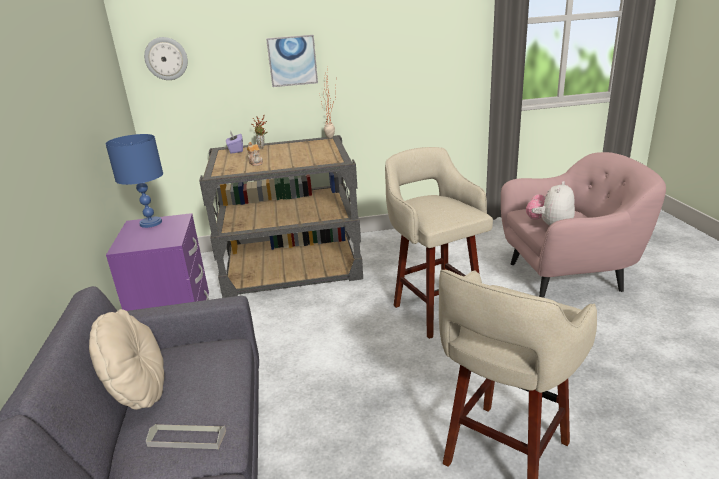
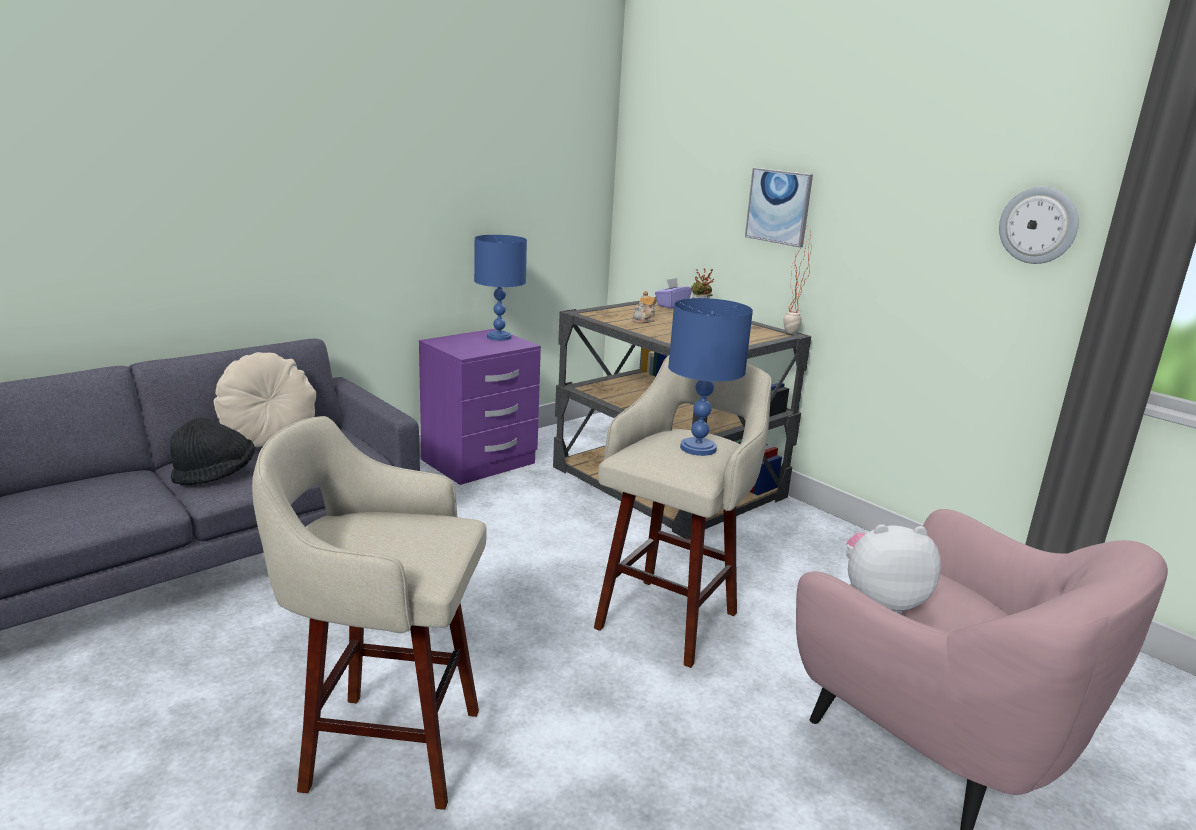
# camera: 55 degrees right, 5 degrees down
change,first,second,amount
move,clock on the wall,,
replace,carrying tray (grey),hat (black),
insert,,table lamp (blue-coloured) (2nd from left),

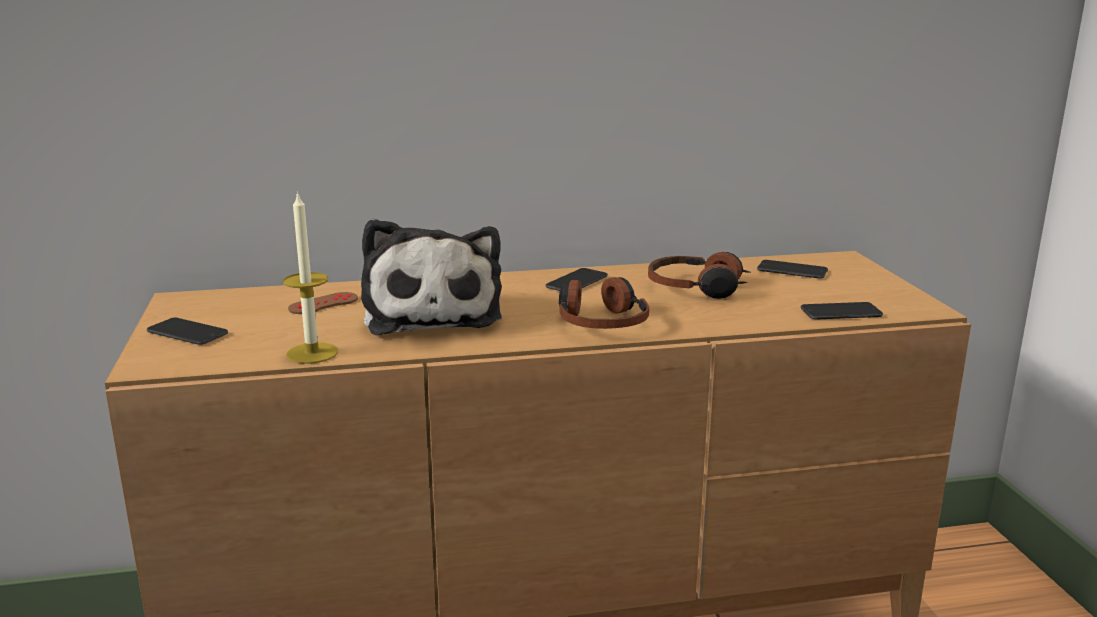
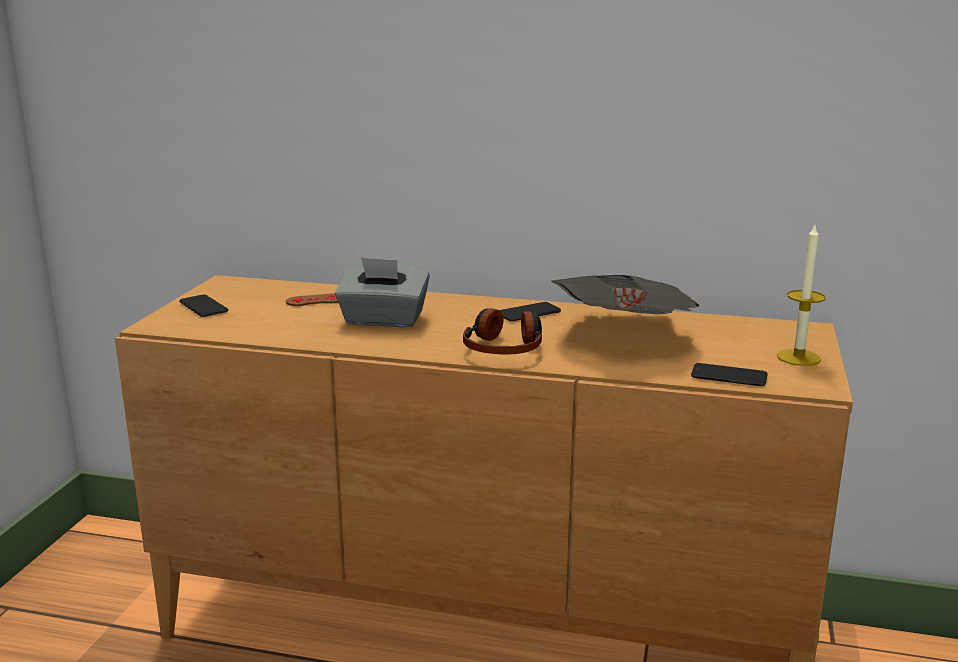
# camera: 25 degrees right, 0 degrees up
change,first,second,amount
move,wax light,,
replace,plush toy,tissue box (grey),
replace,pair of headphones (2nd from left),printed paper,
delete,phone (3rd from left),,

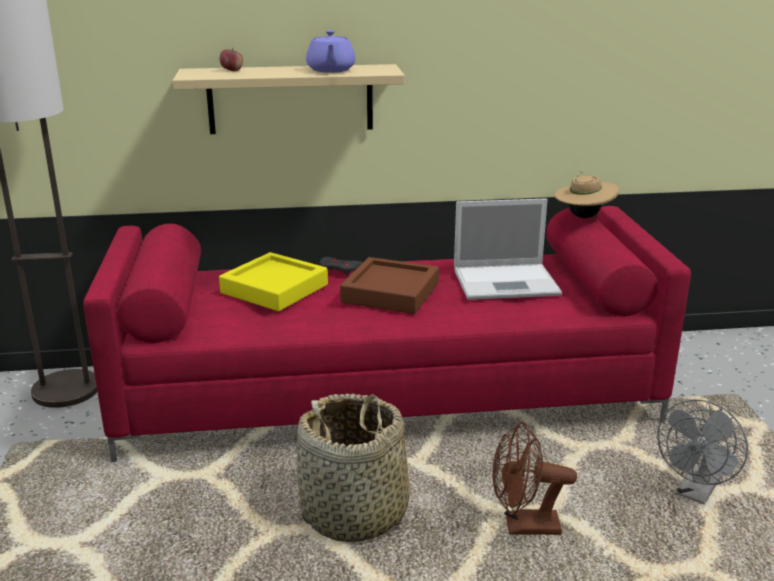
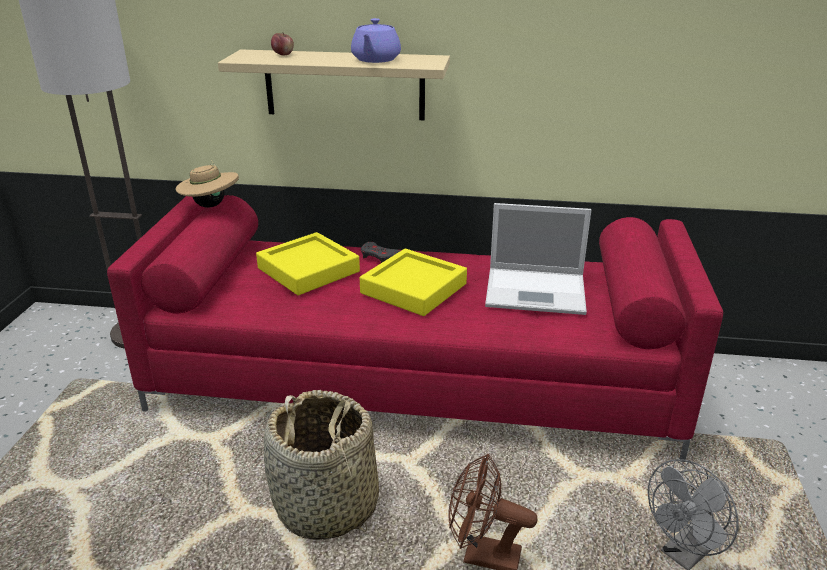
# camera: 15 degrees right, 5 degrees up
change,first,second,amount
move,hat (sand-coloured),,
recolor,carrying tray (brownish),carrying tray (yellow) (2nd from left),

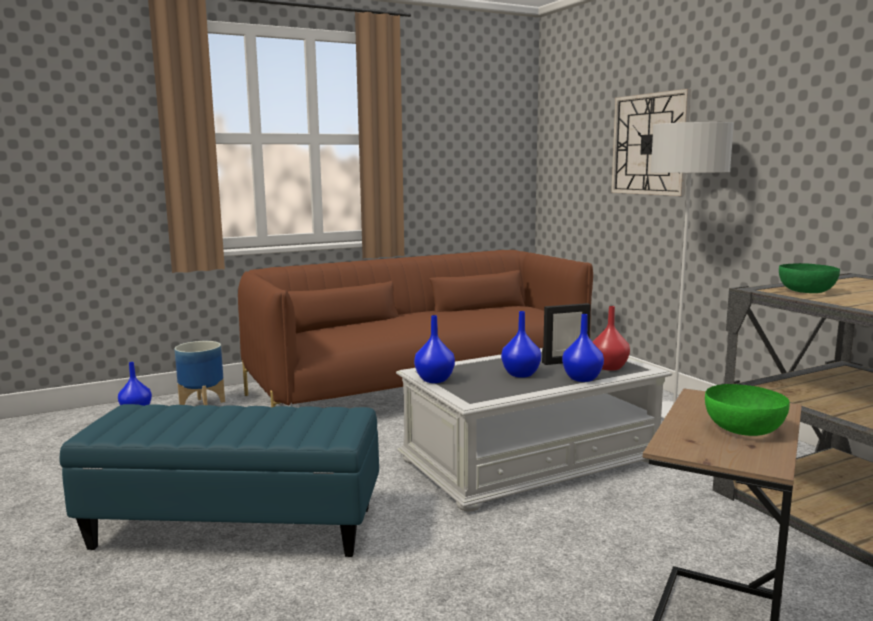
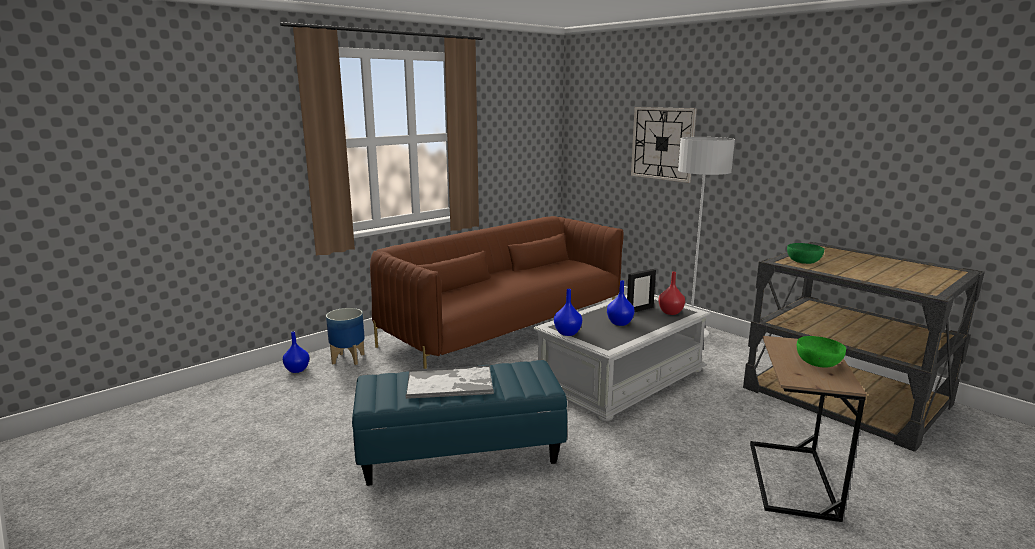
# camera: 15 degrees left, 5 degrees up
change,first,second,amount
delete,vase (blue-coloured) (4th from left),,
insert,,carrying tray,

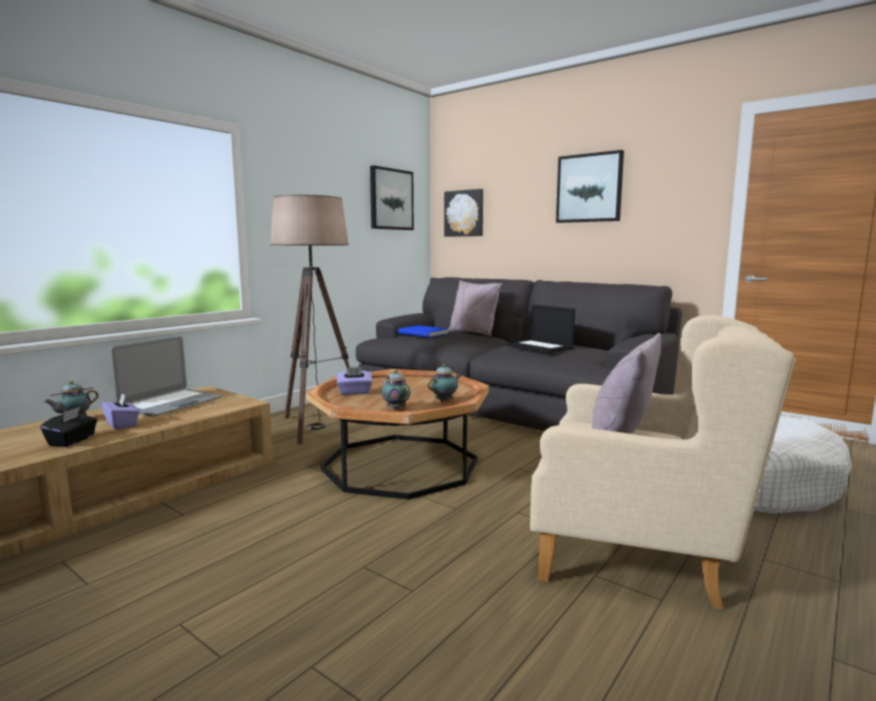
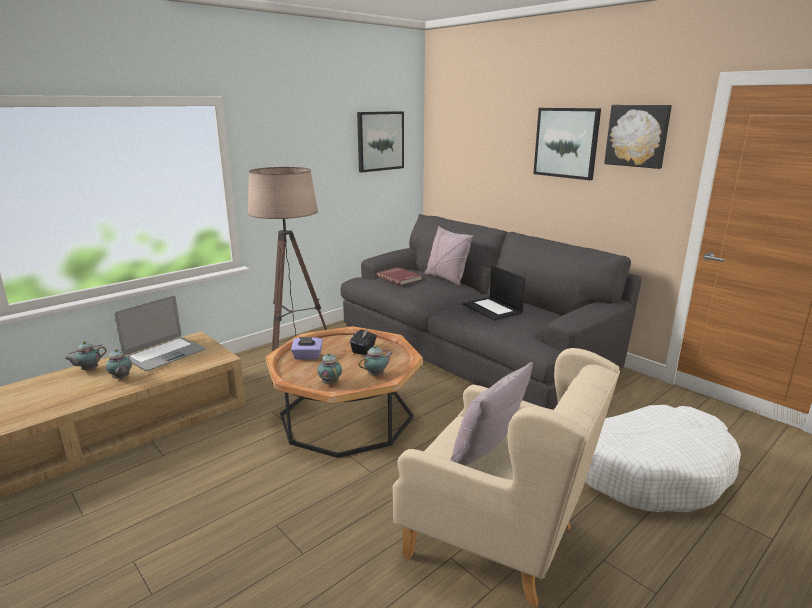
# camera: 10 degrees right, 10 degrees up
change,first,second,amount
move,picture (2nd from left in the first image),picture (3rd from left),
recolor,bound book (blue-coloured),bound book (red-coloured),
replace,tissue box (purplish) (1st from left),teapot (2nd from left),
move,tissue box (black),,

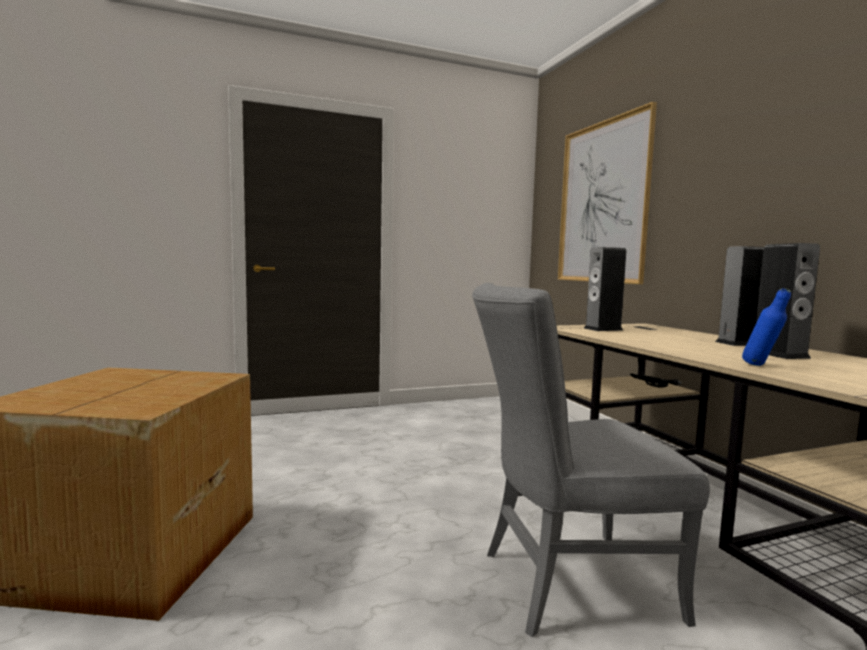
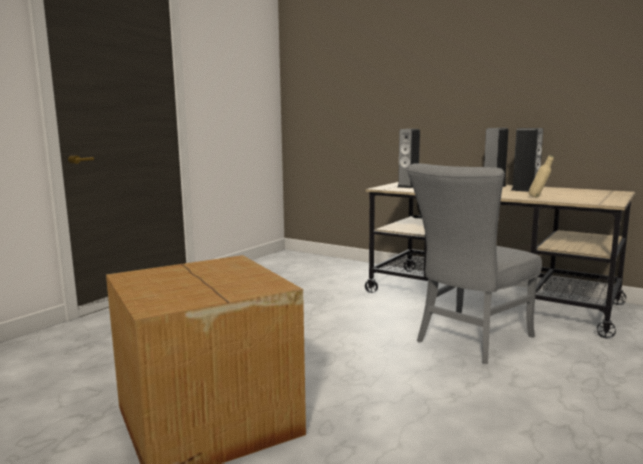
# camera: 35 degrees left, 5 degrees up
change,first,second,amount
delete,picture,,
recolor,drink bottle (blue-coloured),drink bottle (sand-coloured),

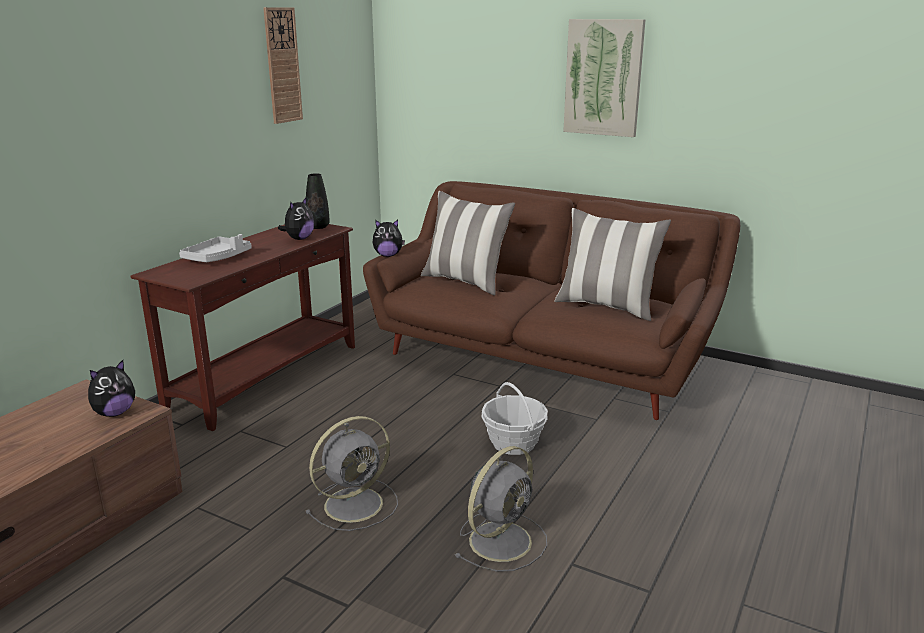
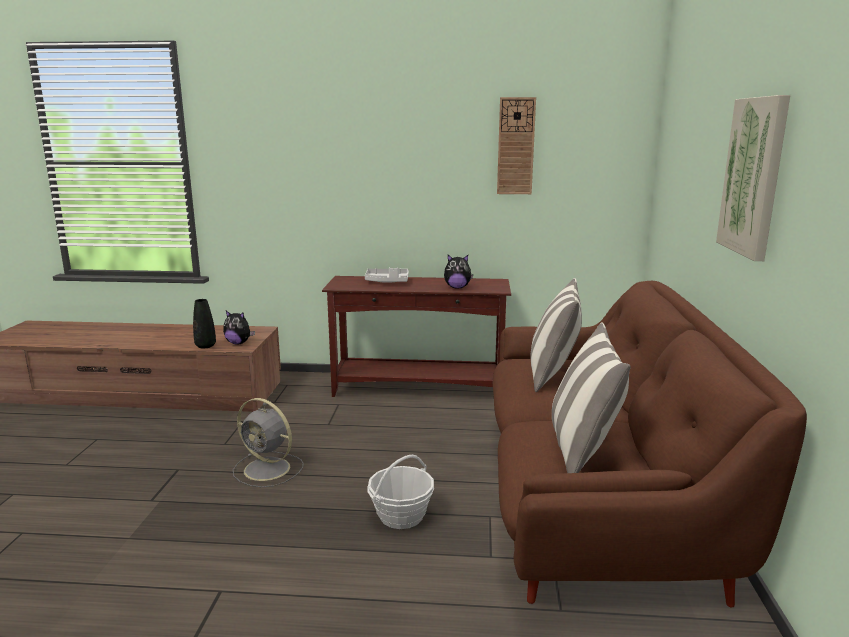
# camera: 65 degrees right, 5 degrees down
change,first,second,amount
move,vase (black),,
delete,plush toy (3rd from left),,
delete,fan (grey) (2nd from left),,

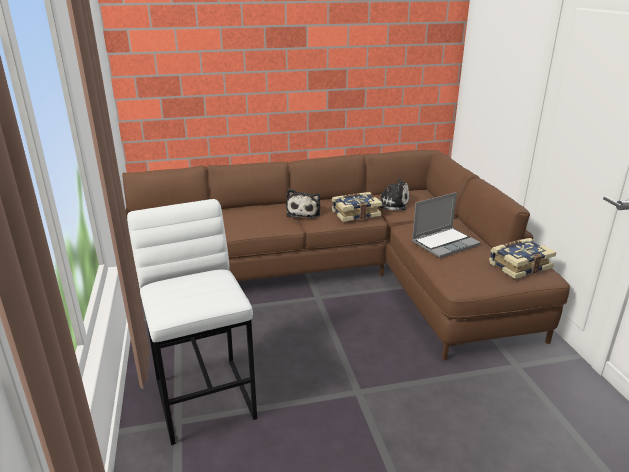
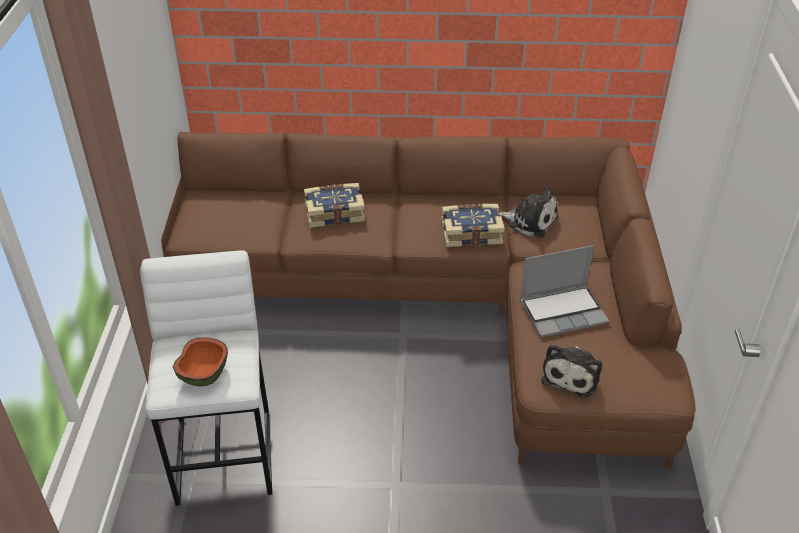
# camera: 15 degrees right, 15 degrees up
change,first,second,amount
move,plush toy (1st from left in the first image),plush toy (2nd from left),
move,bound book (2nd from left in the first image),bound book (1st from left),
insert,,serving bowl,

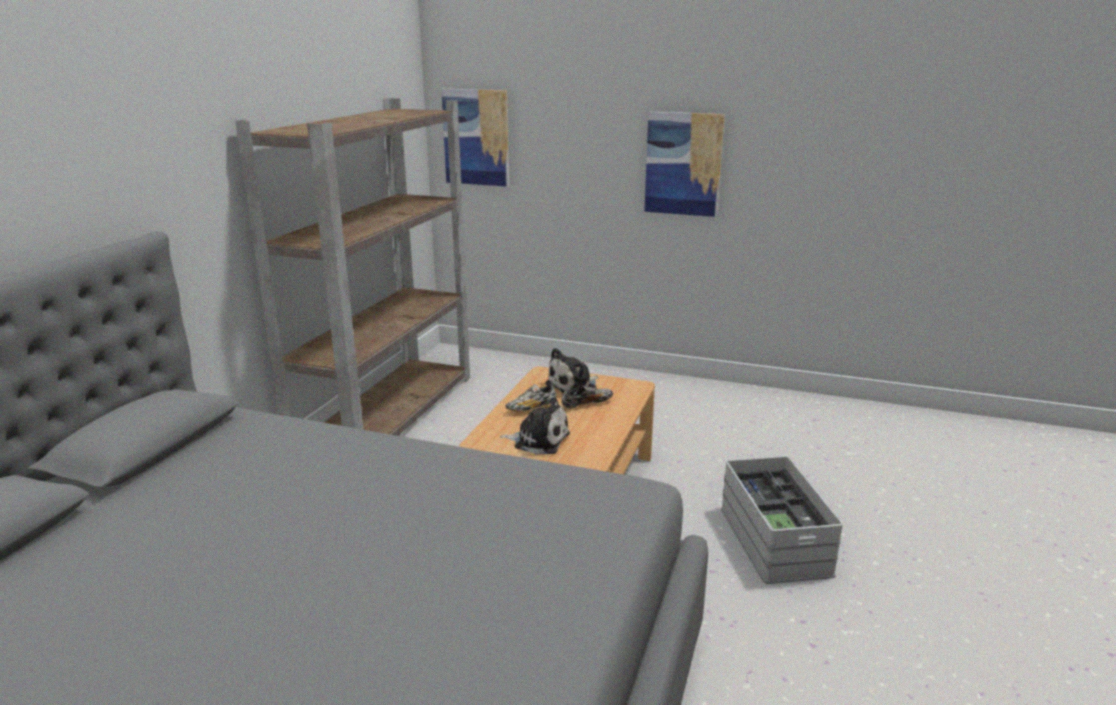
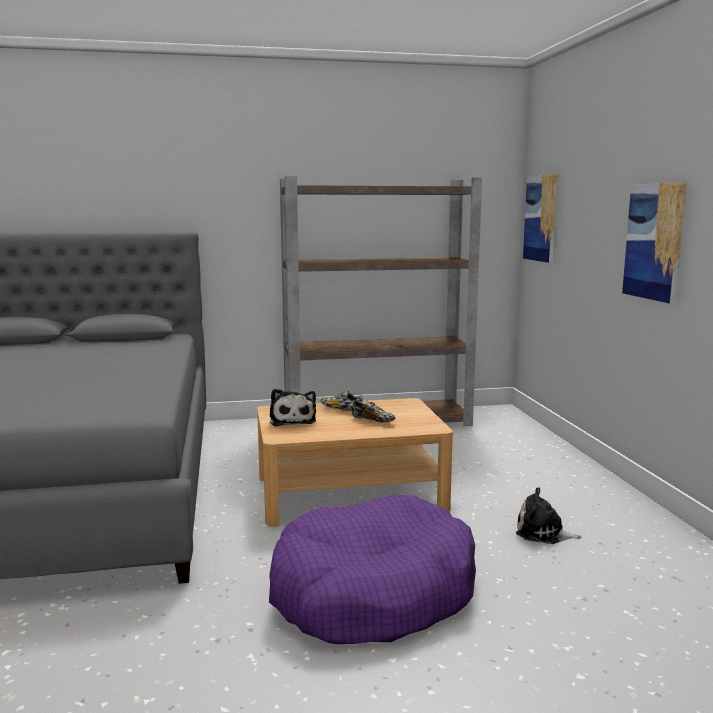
# camera: 60 degrees right, 10 degrees down
change,first,second,amount
move,plush toy (2nd from left),,
replace,storage box (grey),pet bed (purplish),

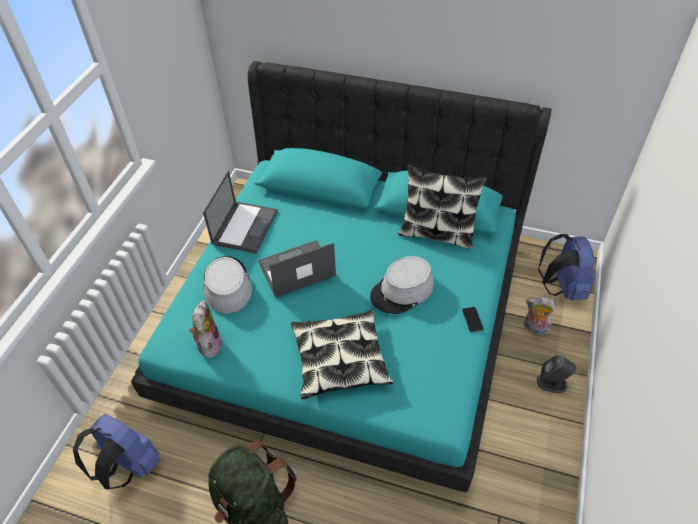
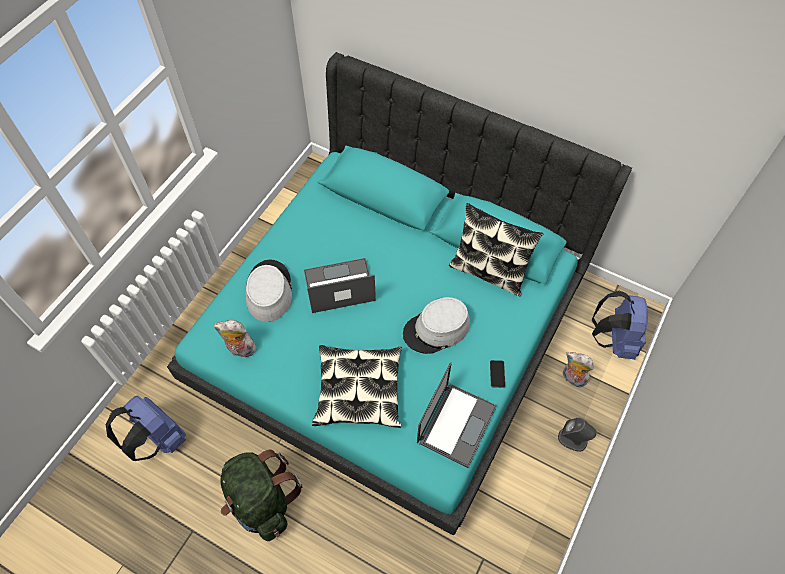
# camera: 10 degrees right, 10 degrees up
change,first,second,amount
move,notebook computer (1st from left in the first image),notebook computer (2nd from left),
rotate,plush toy (1st from left),,90 degrees counterclockwise

